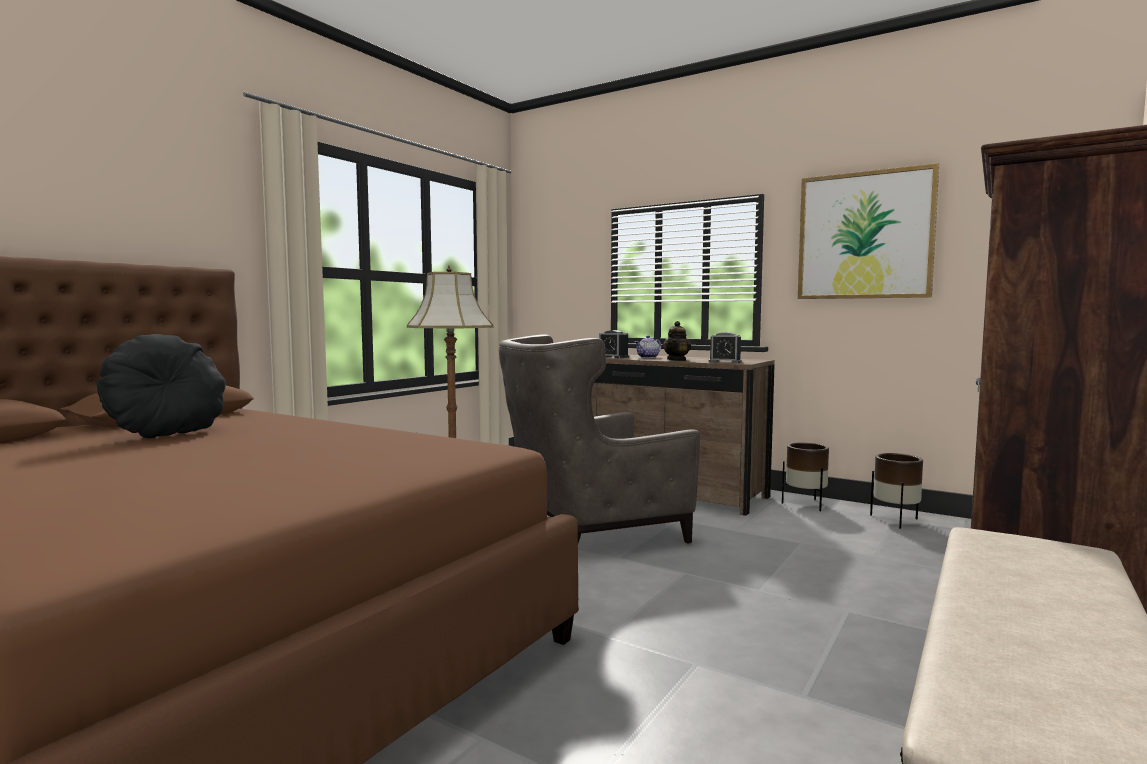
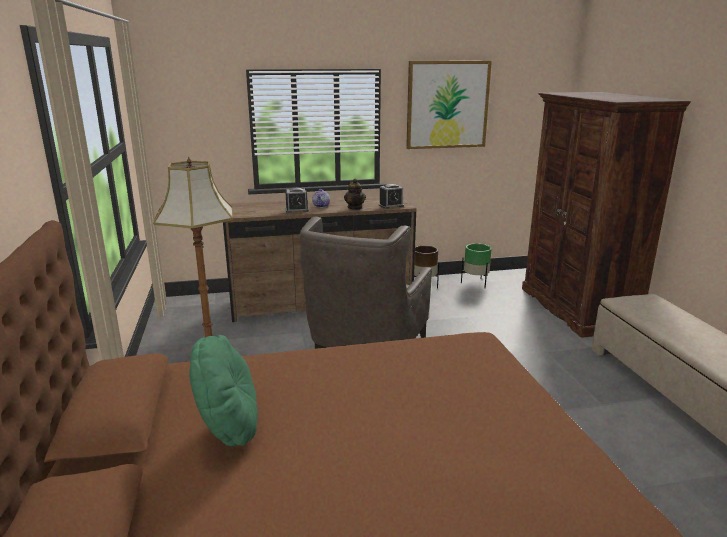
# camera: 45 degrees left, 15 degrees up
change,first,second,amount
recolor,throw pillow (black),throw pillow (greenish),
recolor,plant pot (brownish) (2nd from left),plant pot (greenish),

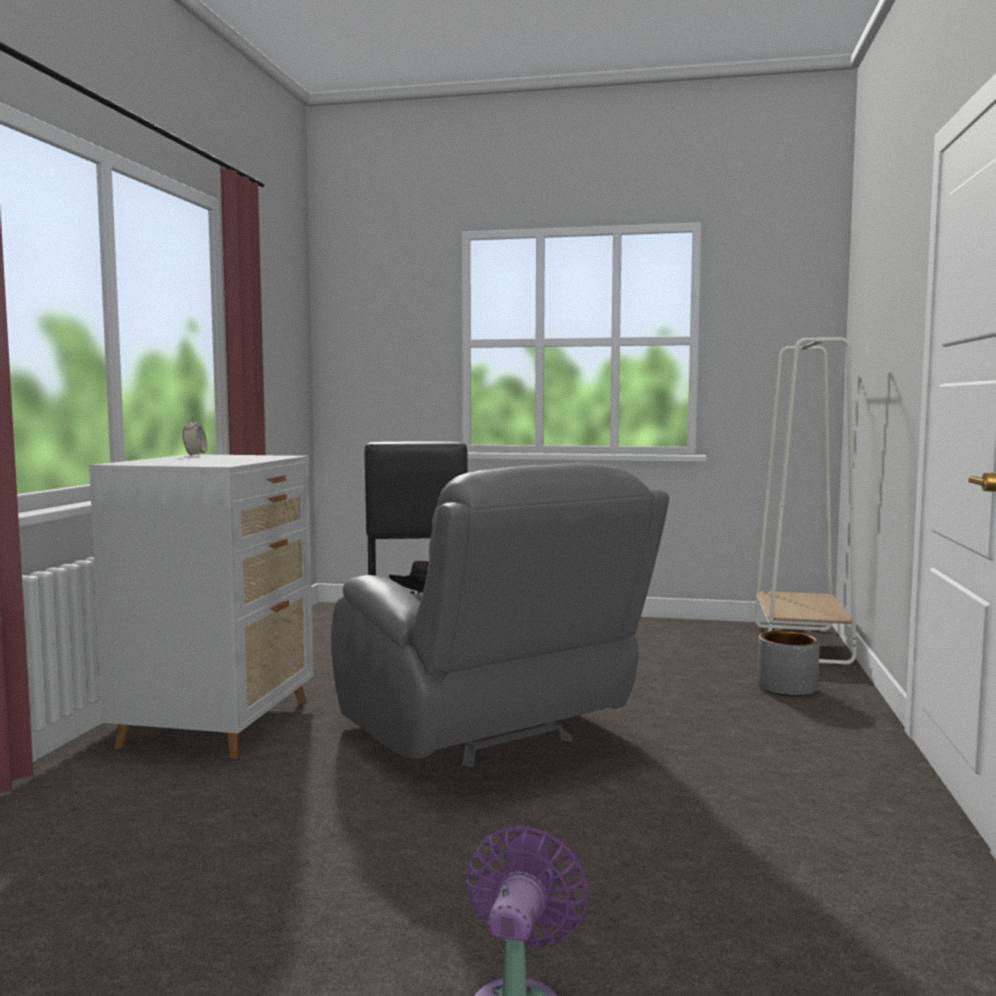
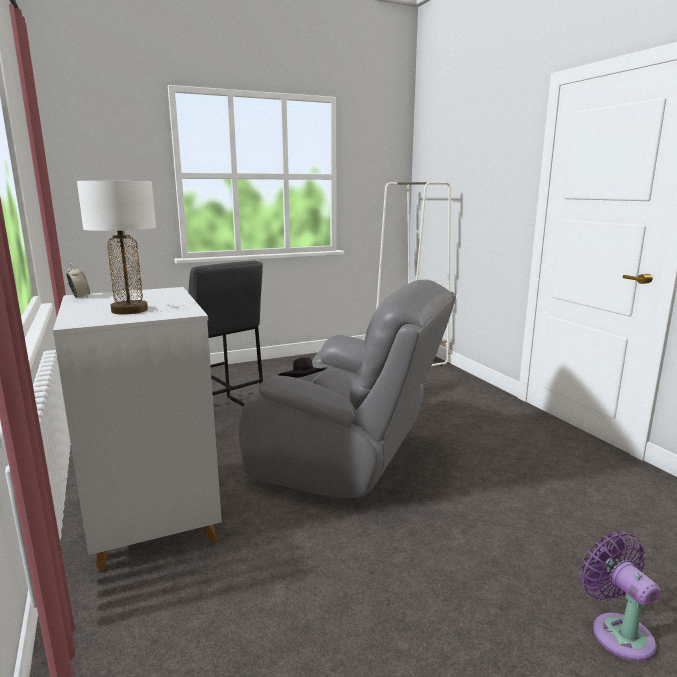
# camera: 35 degrees left, 10 degrees up
change,first,second,amount
delete,plant pot (grey),,
insert,,table lamp,

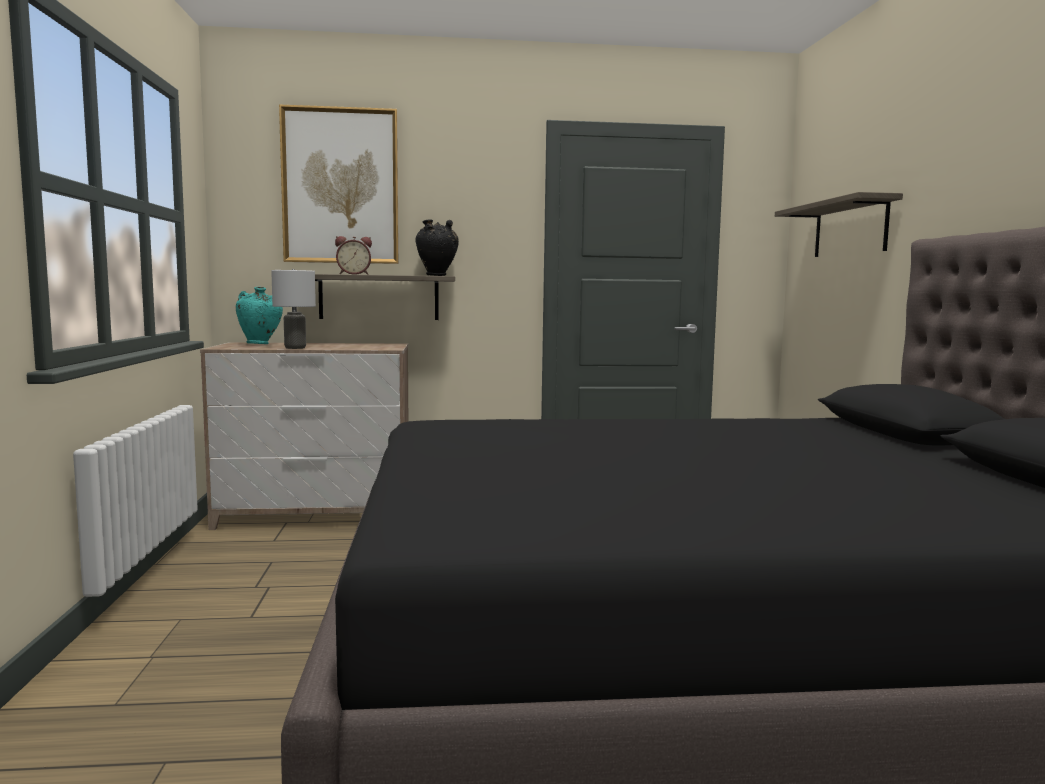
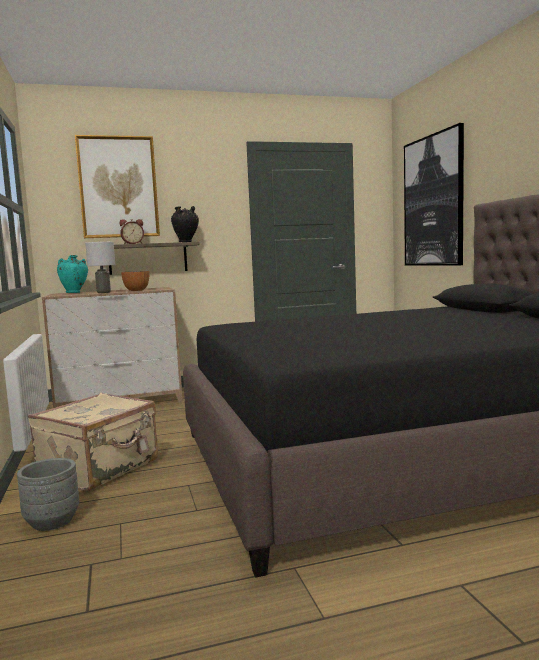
# camera: 10 degrees left, 0 degrees up
change,first,second,amount
replace,bracket shelf (2nd from left),picture (2nd from left),
insert,,serving bowl,
insert,,suitcase (sand-coloured),
insert,,plant pot (grey),

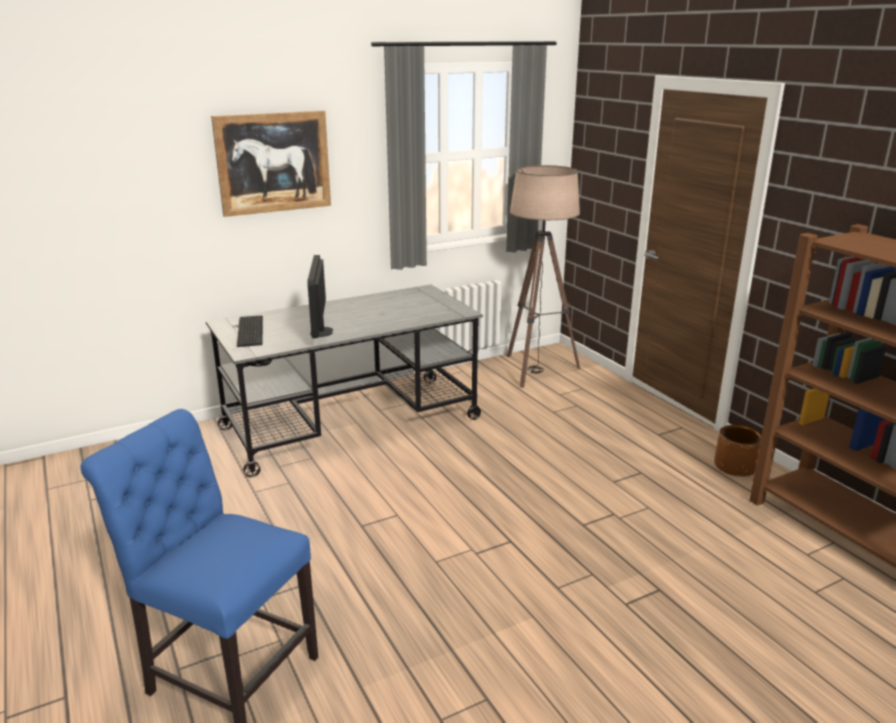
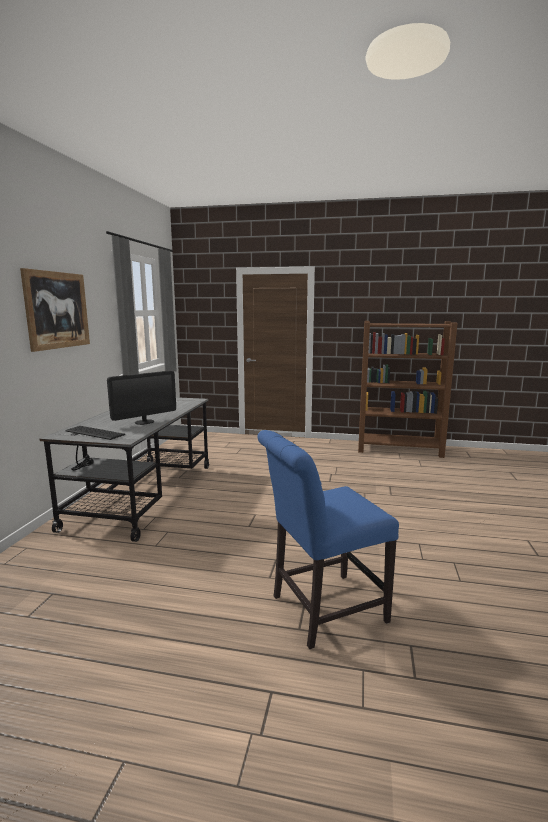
# camera: 50 degrees left, 10 degrees down
change,first,second,amount
delete,standing lamp,,
rotate,monitor,,75 degrees counterclockwise
delete,plant pot (brownish),,

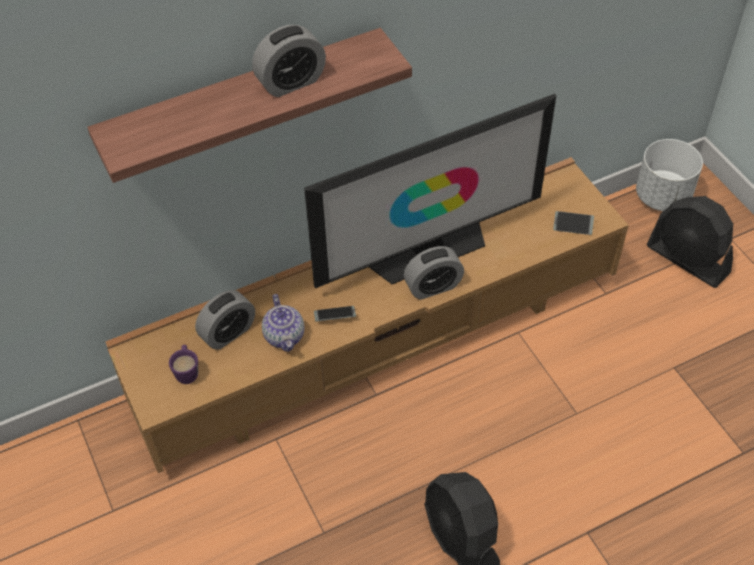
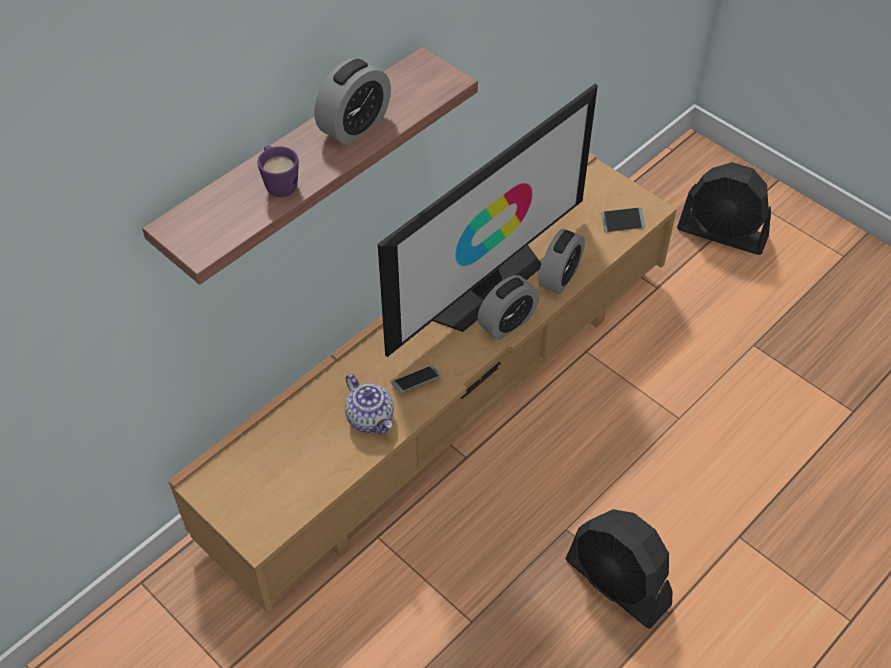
# camera: 20 degrees left, 0 degrees up
change,first,second,amount
delete,plant pot (white),,
move,bedside clock (1st from left in the first image),bedside clock (3rd from left),
move,tea mug (purplish),,

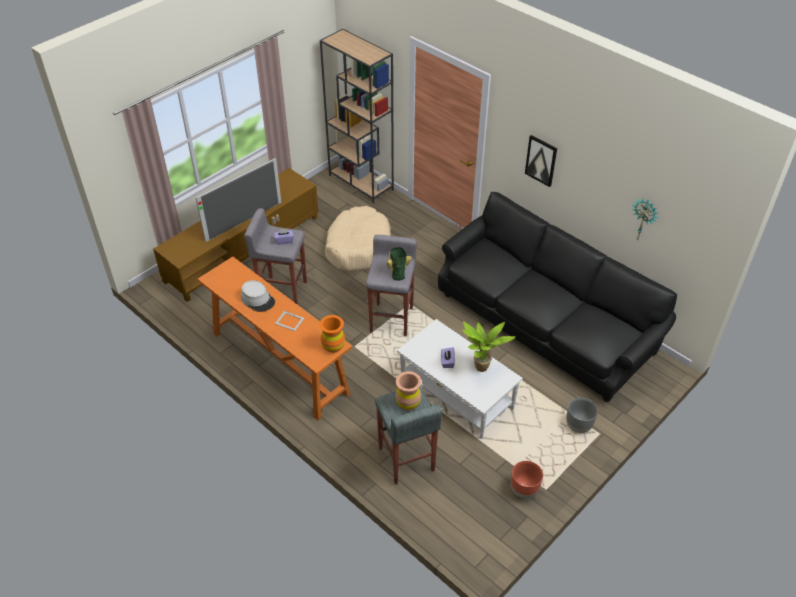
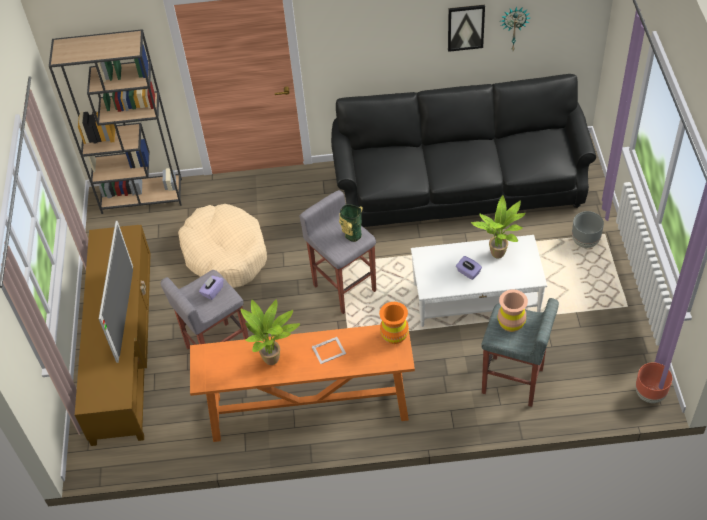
# camera: 45 degrees left, 5 degrees up
change,first,second,amount
move,picture,,
replace,hat (grey),potted plant (1st from left),
move,plant pot (brownish),,

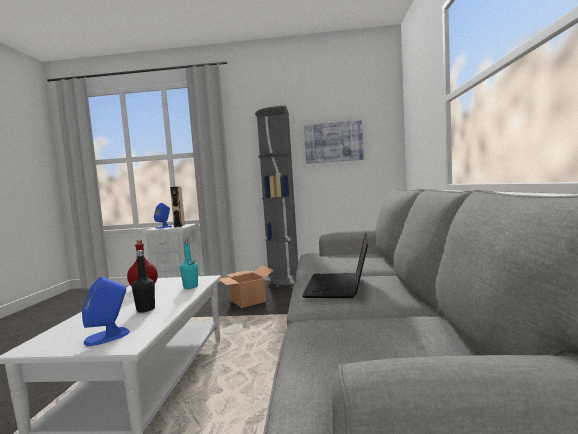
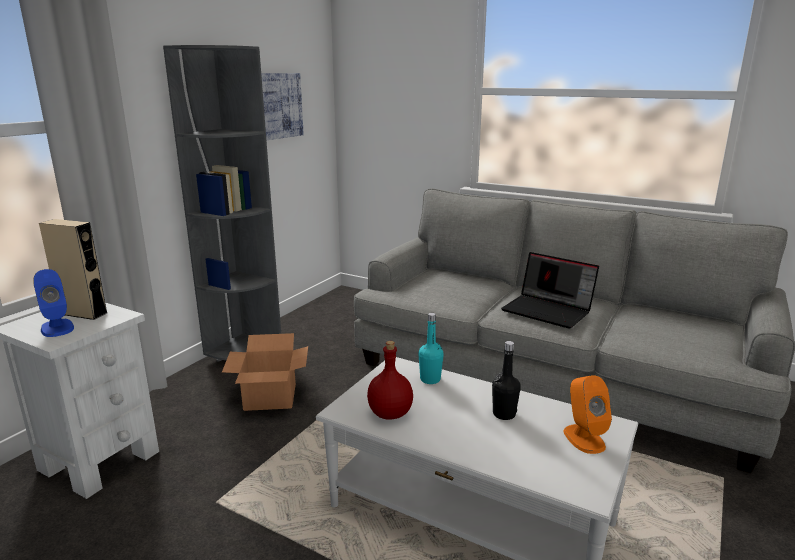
# camera: 65 degrees left, 15 degrees up
change,first,second,amount
recolor,loudspeaker (blue-coloured) (1st from left),loudspeaker (orange),

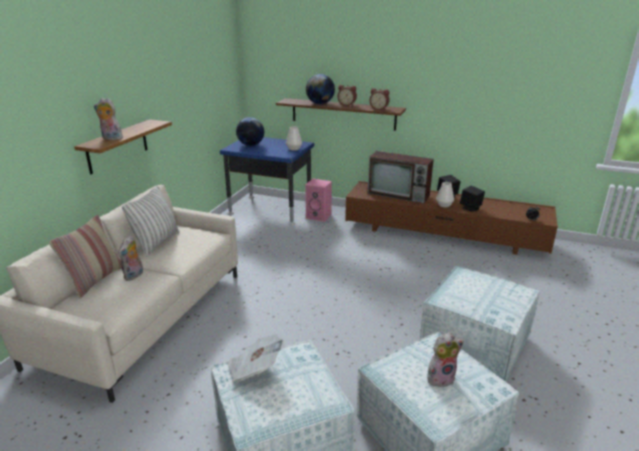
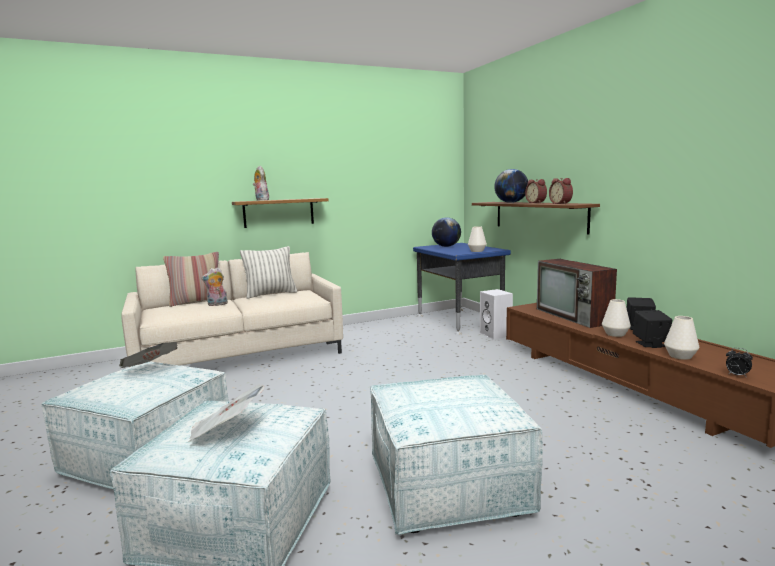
# camera: 45 degrees right, 15 degrees down
change,first,second,amount
recolor,loudspeaker (pinkish),loudspeaker (white),
replace,plush toy (3rd from left),printed paper (2nd from left),
insert,,vase (white) (3rd from left),

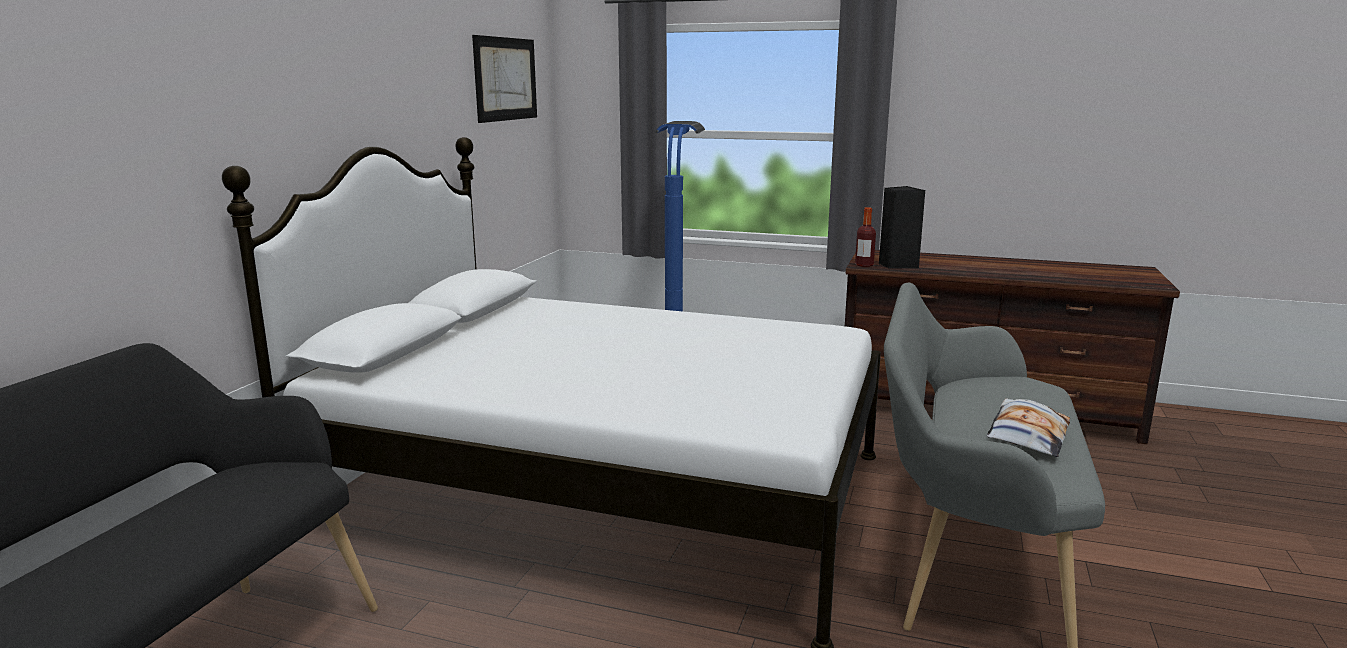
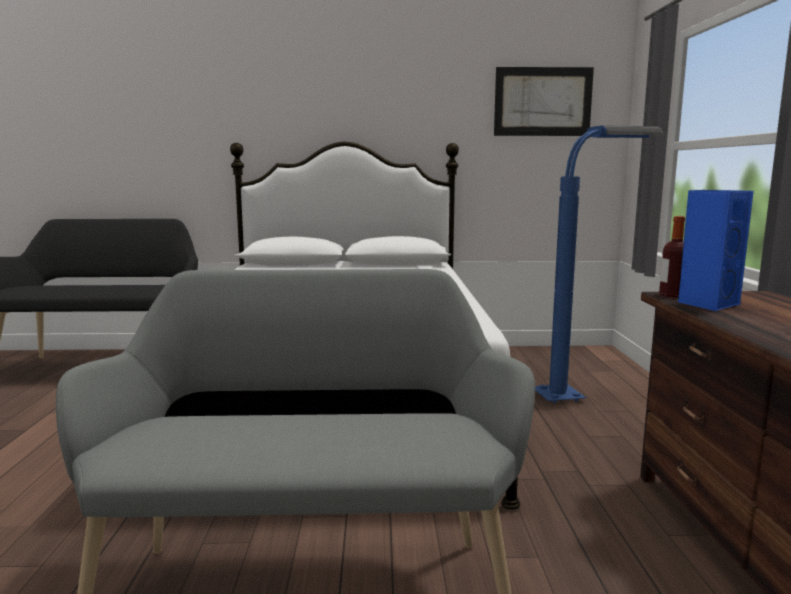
# camera: 70 degrees right, 5 degrees down
change,first,second,amount
recolor,loudspeaker (black),loudspeaker (blue-coloured),
delete,throw pillow,,

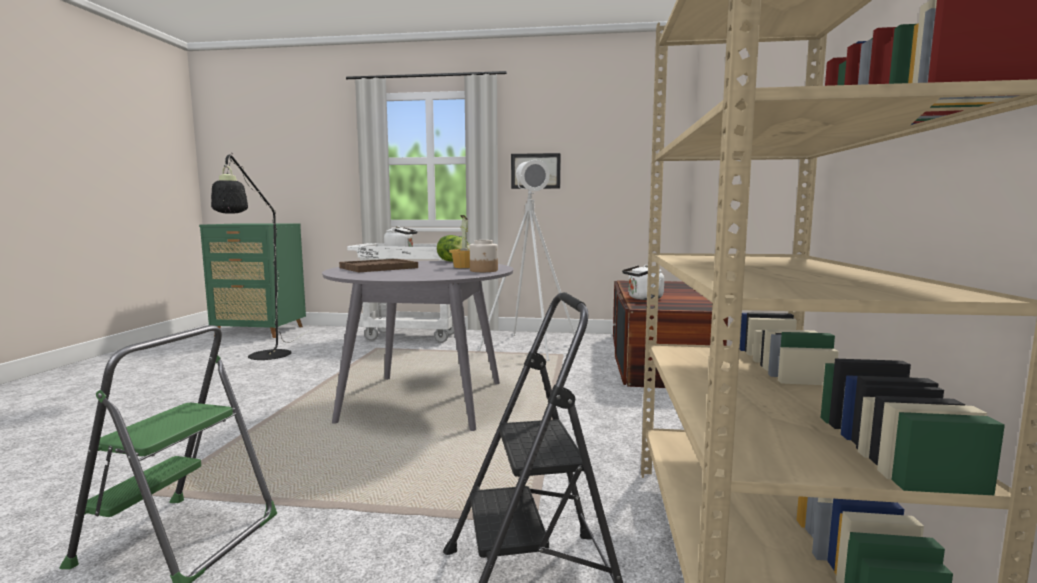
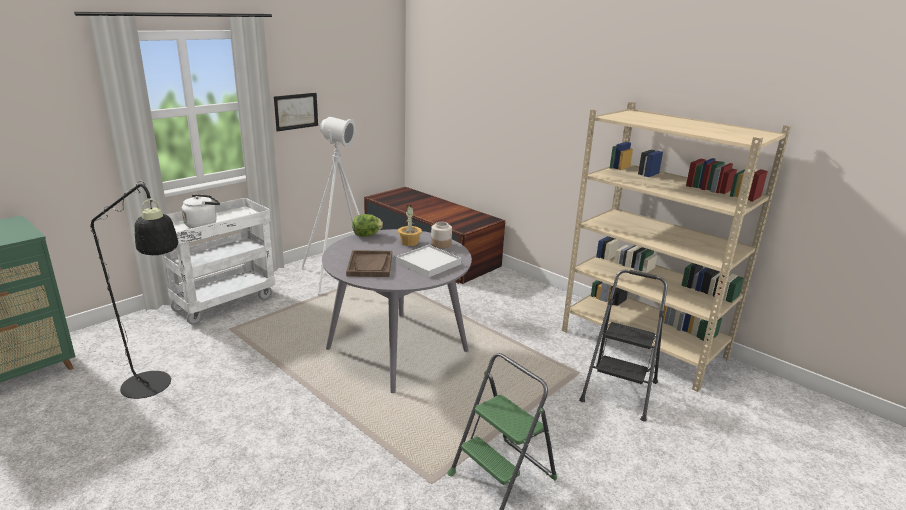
# camera: 55 degrees left, 15 degrees up
change,first,second,amount
delete,tea kettle (white) (2nd from left),,
insert,,carrying tray (white),

